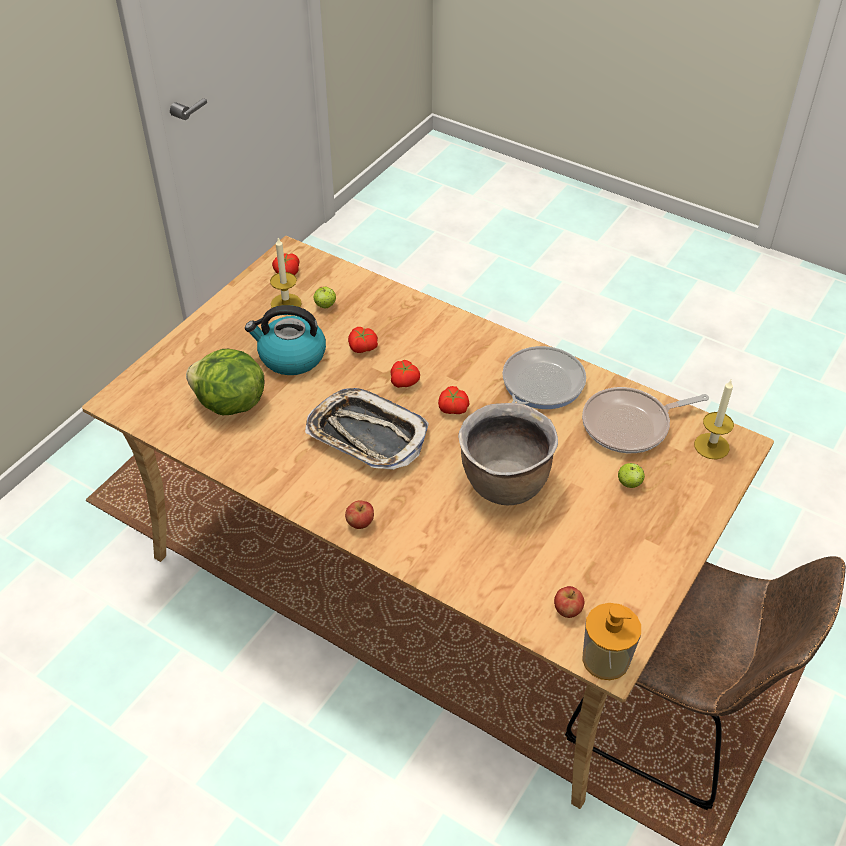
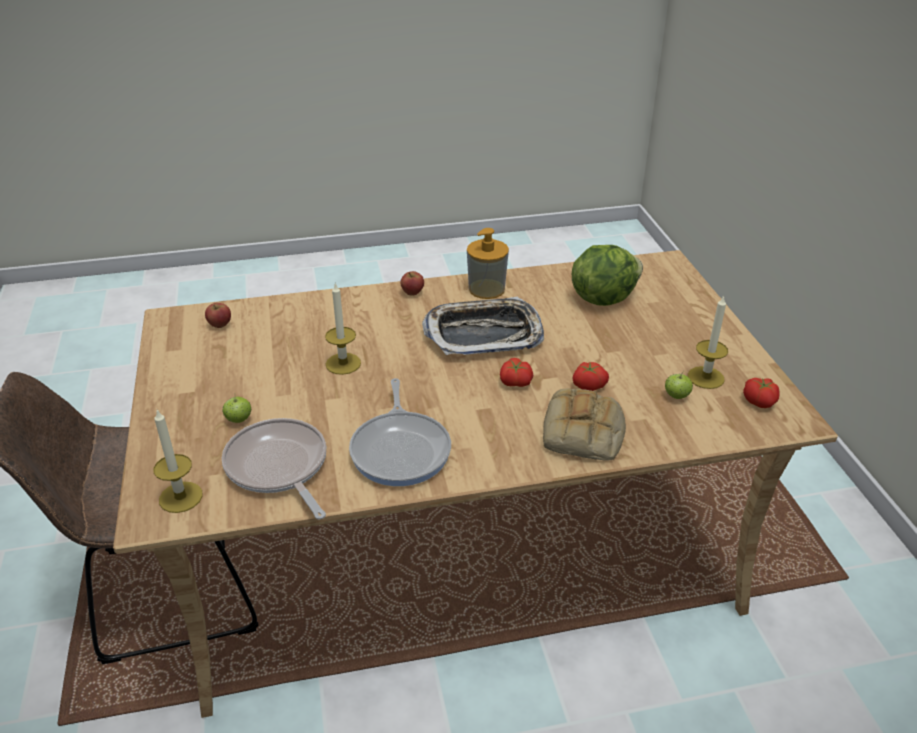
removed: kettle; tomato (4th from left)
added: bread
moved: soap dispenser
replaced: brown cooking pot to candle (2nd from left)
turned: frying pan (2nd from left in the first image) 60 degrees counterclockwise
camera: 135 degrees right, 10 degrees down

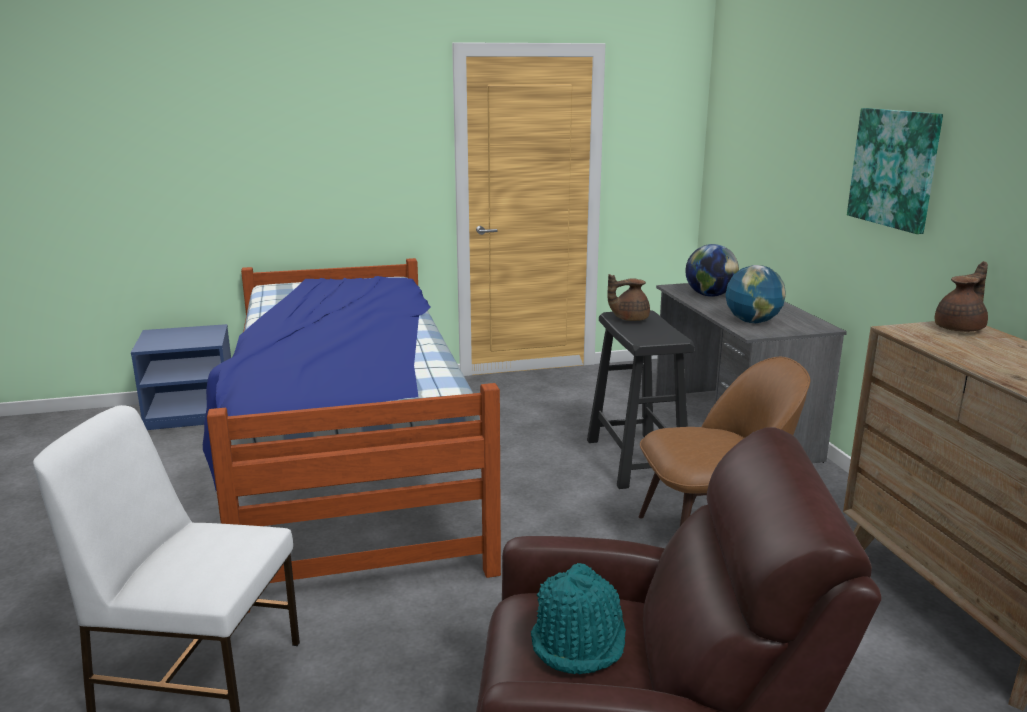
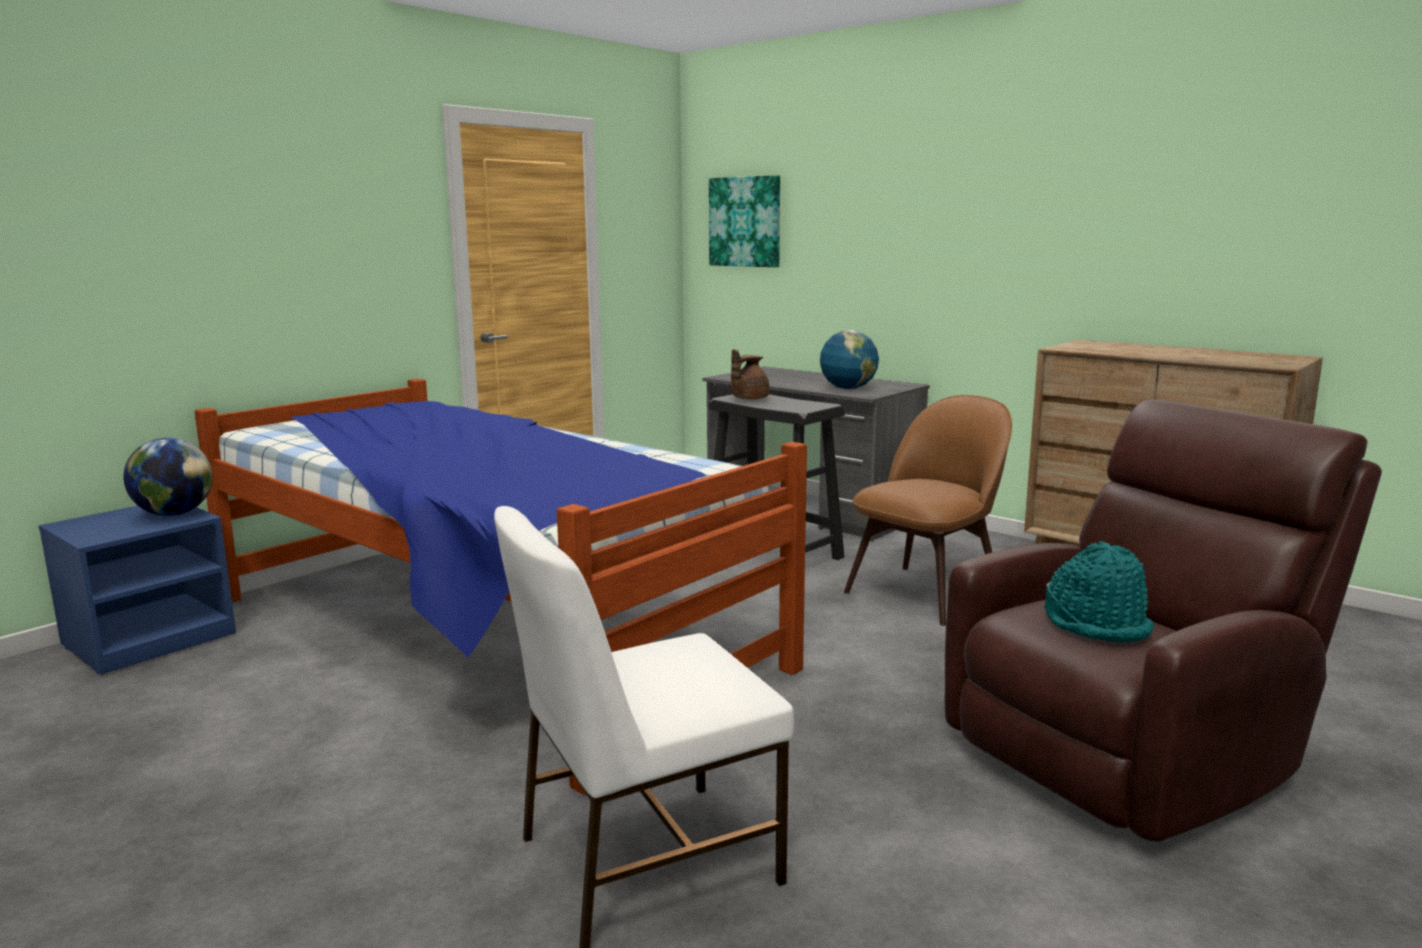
removed: brown teapot (2nd from left)
moved: picture; globe (1st from left)
camera: 35 degrees left, 5 degrees down

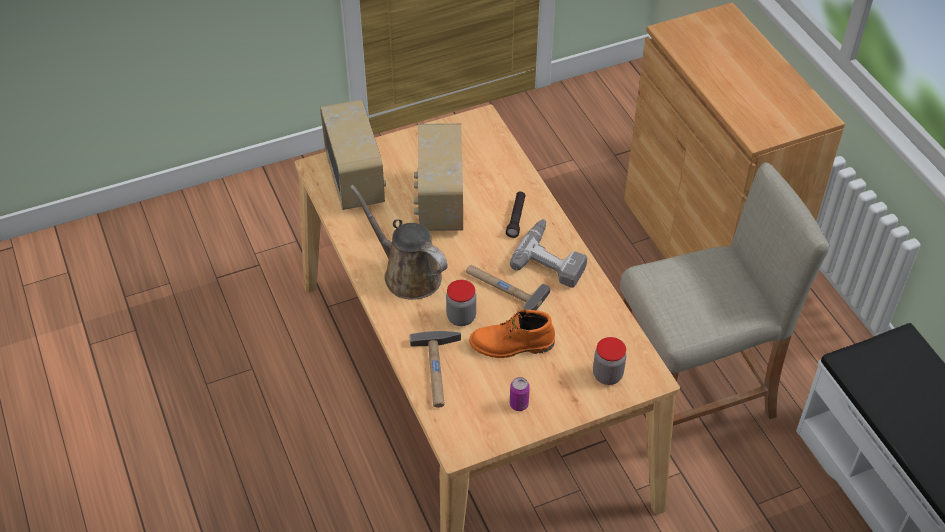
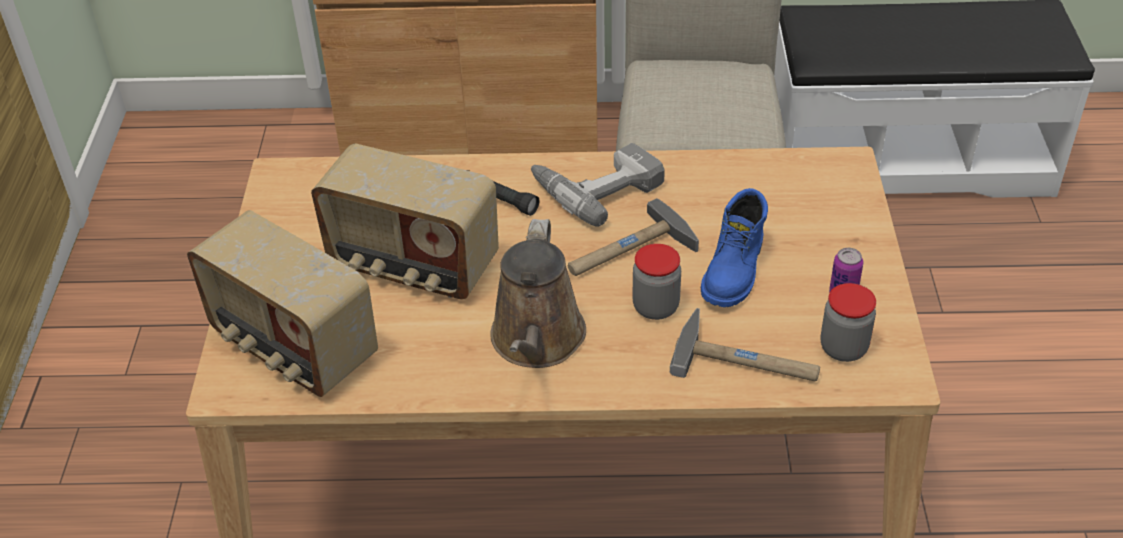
moved: jar (2nd from left)
recoloured: orange boot to blue boot
turned: radio (1st from left) 150 degrees counterclockwise; brown watering can 60 degrees counterclockwise
camera: 65 degrees left, 5 degrees down

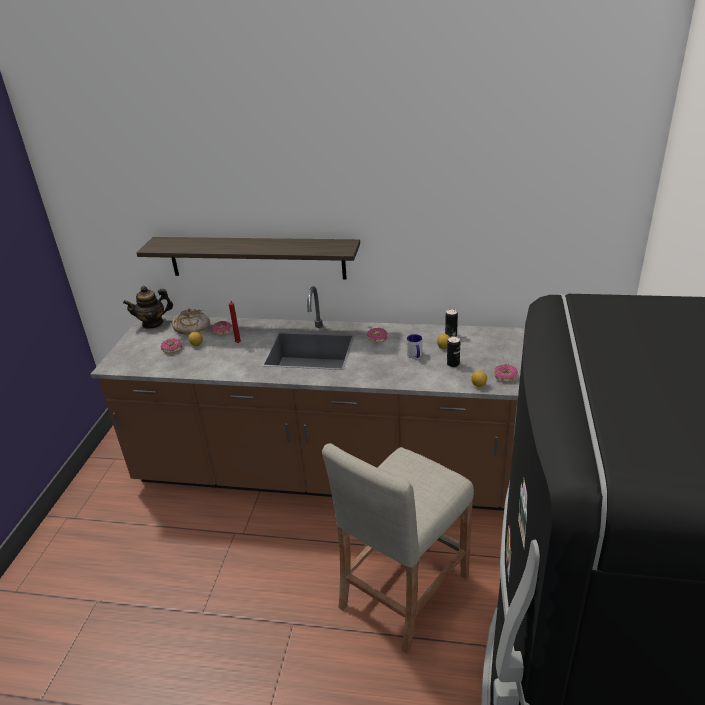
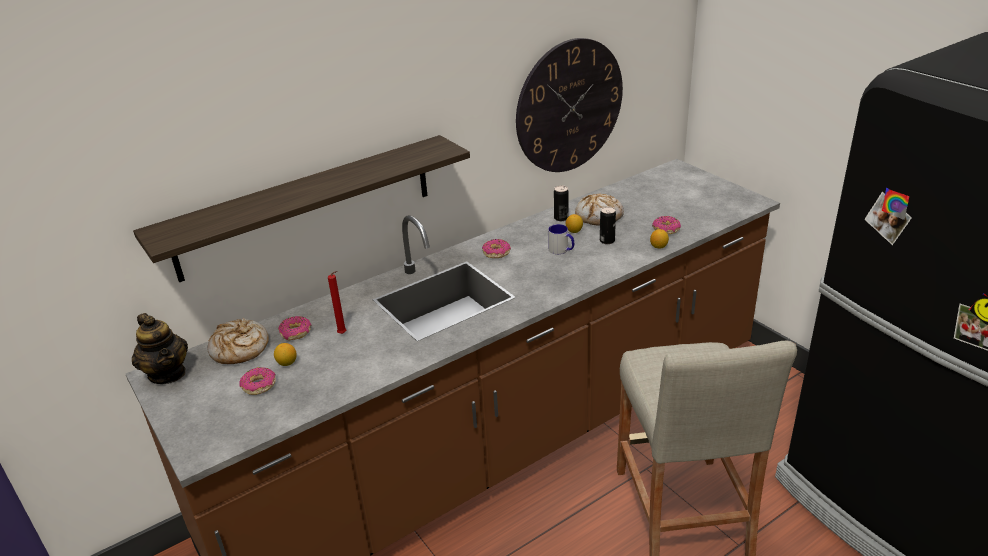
added: wall clock; bread (2nd from left)
turned: teapot 60 degrees counterclockwise
camera: 45 degrees left, 0 degrees up

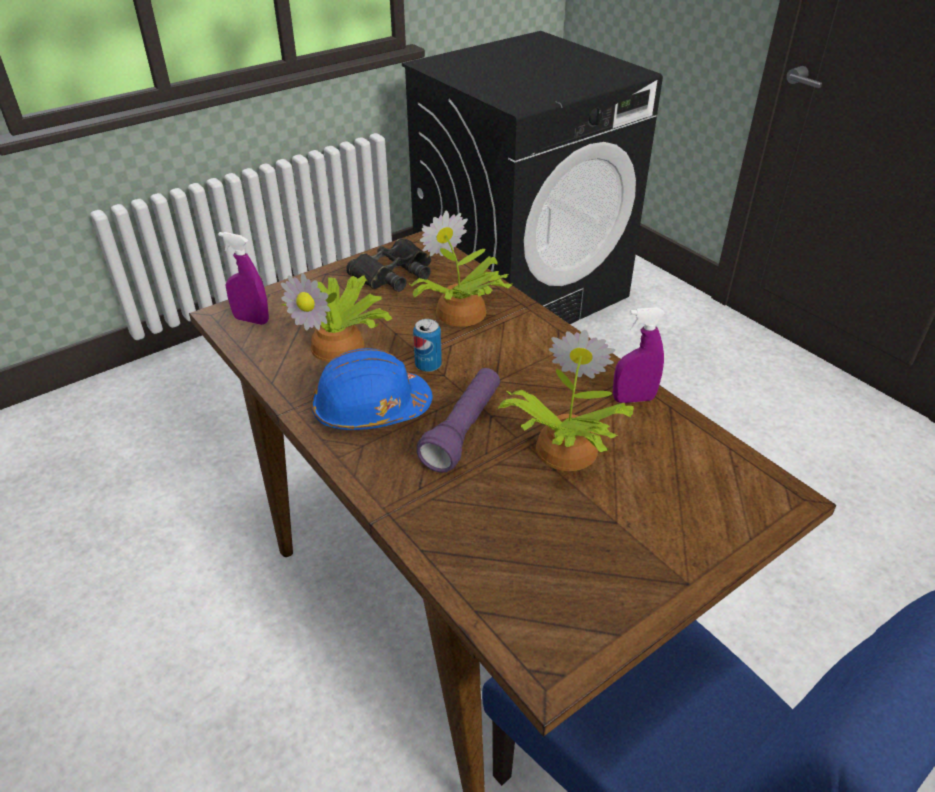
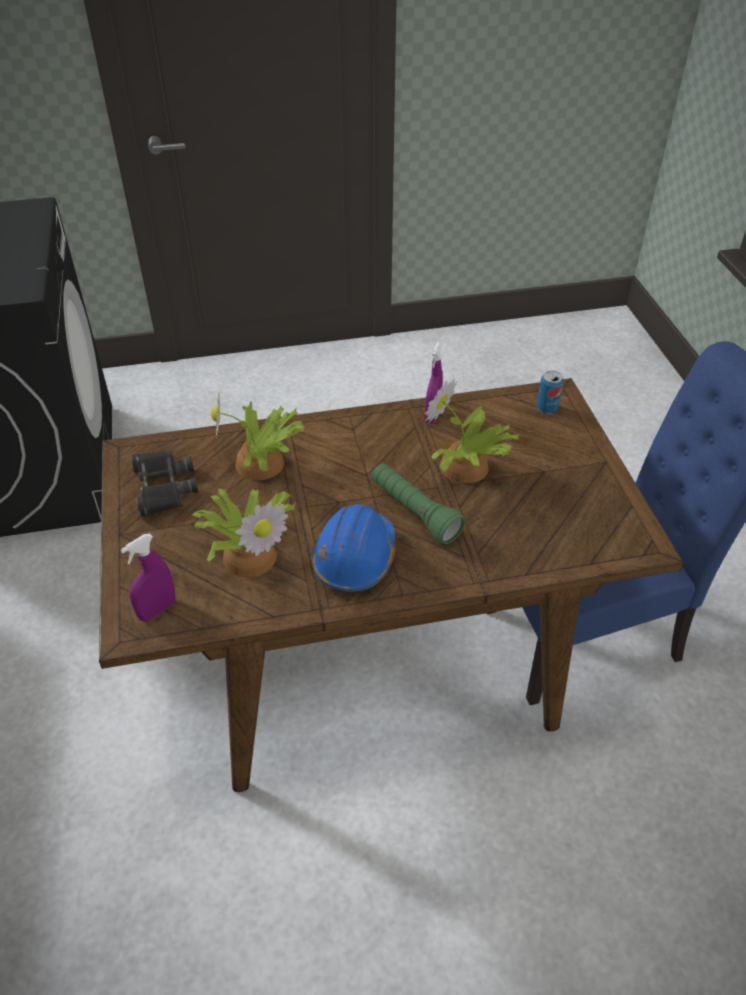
moved: can
recoloured: purple flashlight to green flashlight
camera: 65 degrees left, 5 degrees up

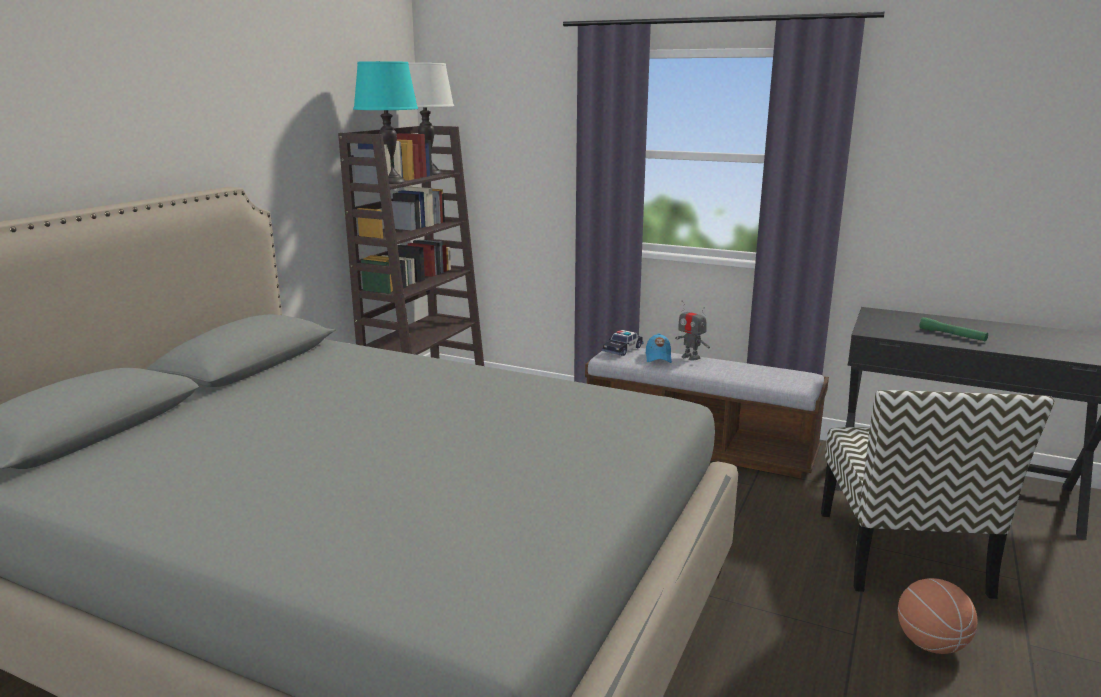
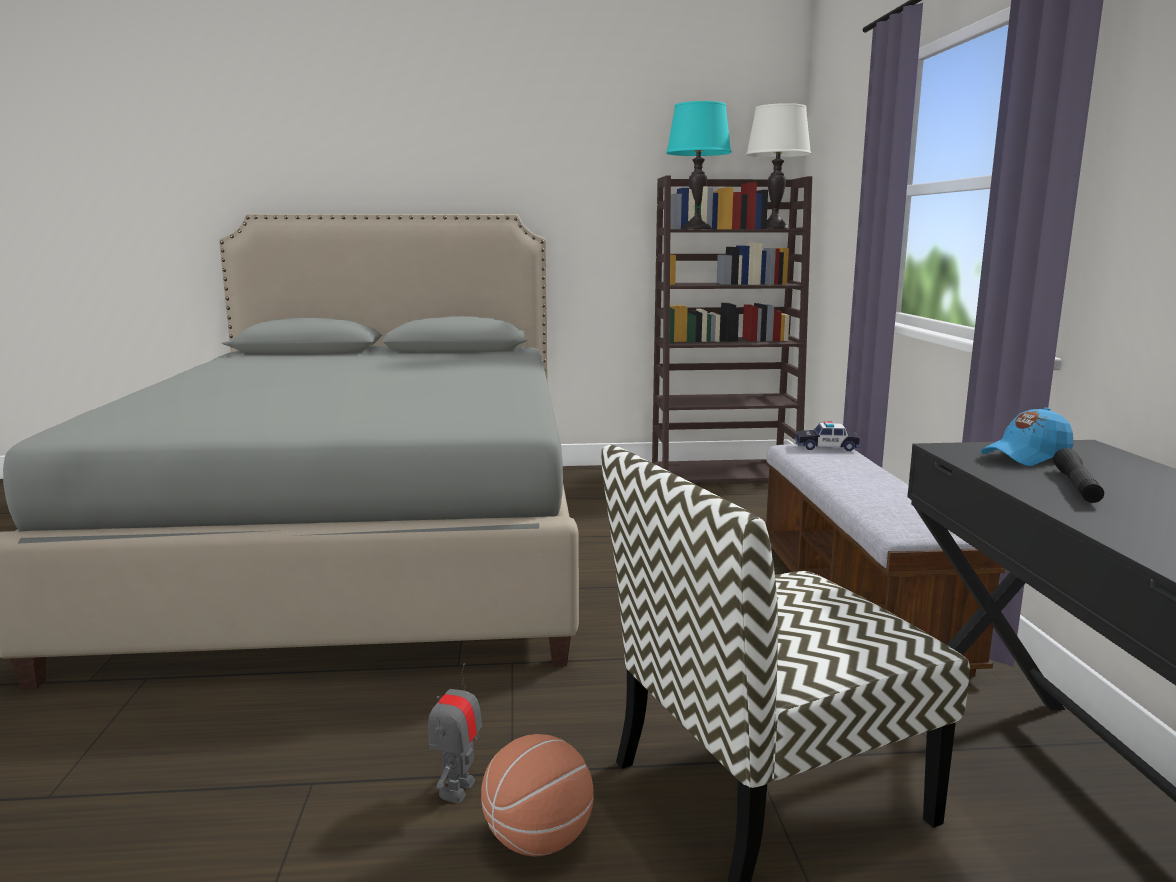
moved: toy robot; blue cap
recoloured: green flashlight to black flashlight
camera: 60 degrees right, 5 degrees down

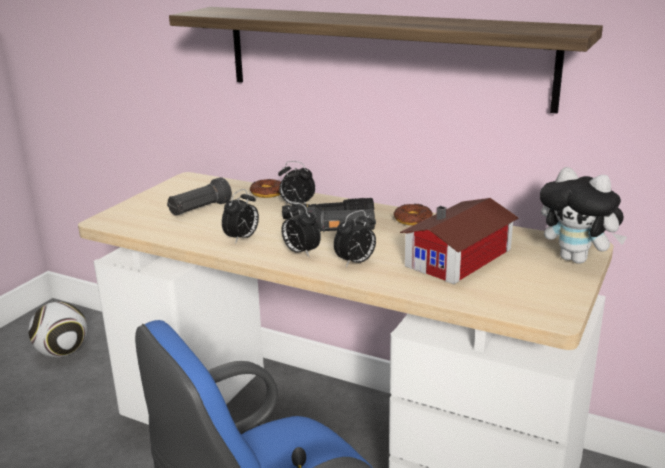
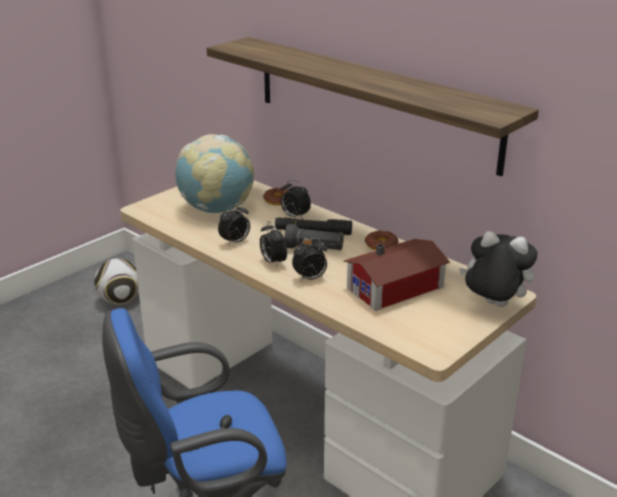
replaced: black flashlight (1st from left) to globe
turned: plush toy 150 degrees clockwise
camera: 15 degrees right, 5 degrees up

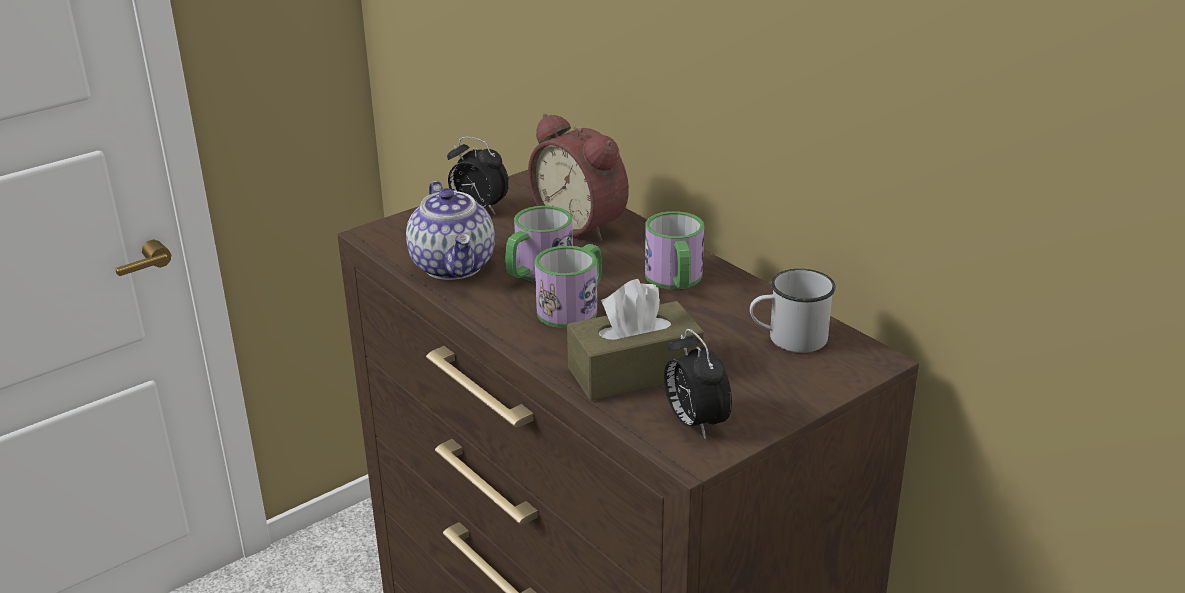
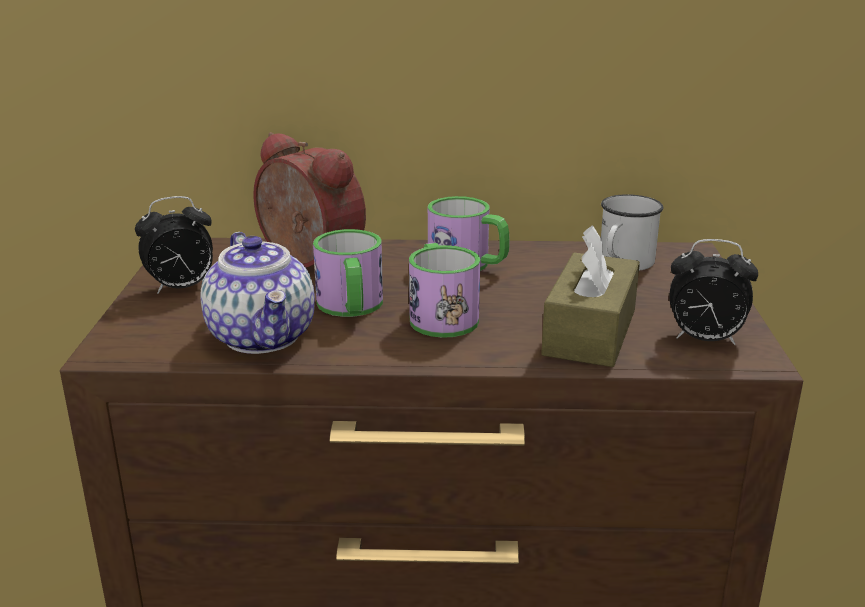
turned: alarm clock (2nd from left) 135 degrees counterclockwise; teapot 45 degrees clockwise
camera: 50 degrees left, 5 degrees down

